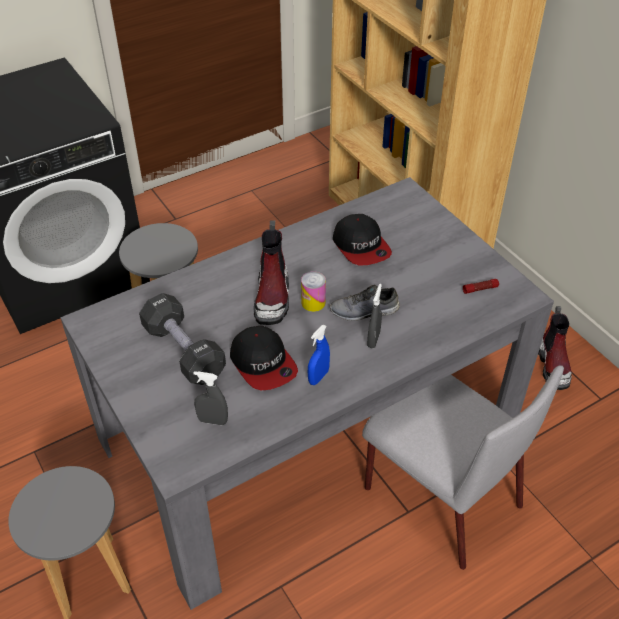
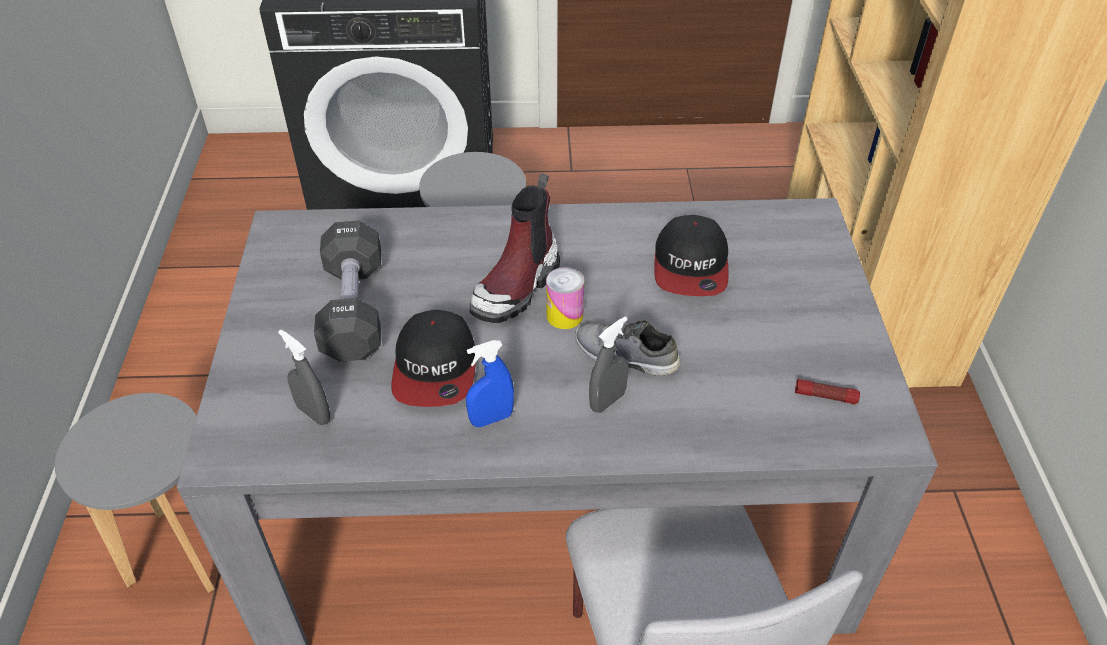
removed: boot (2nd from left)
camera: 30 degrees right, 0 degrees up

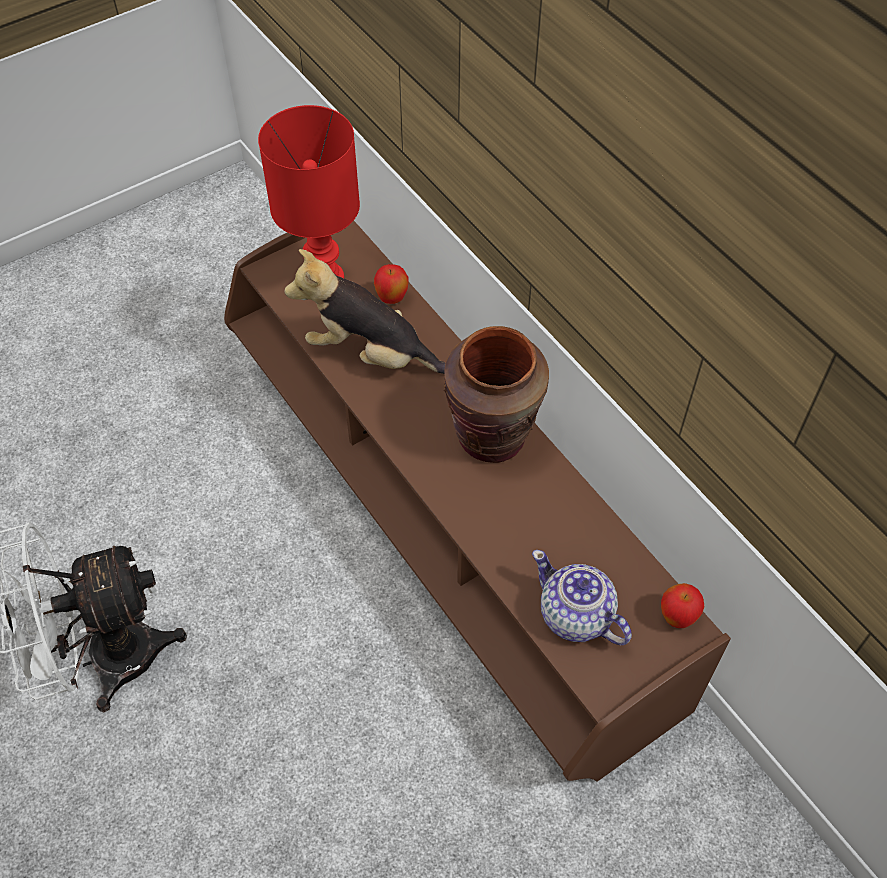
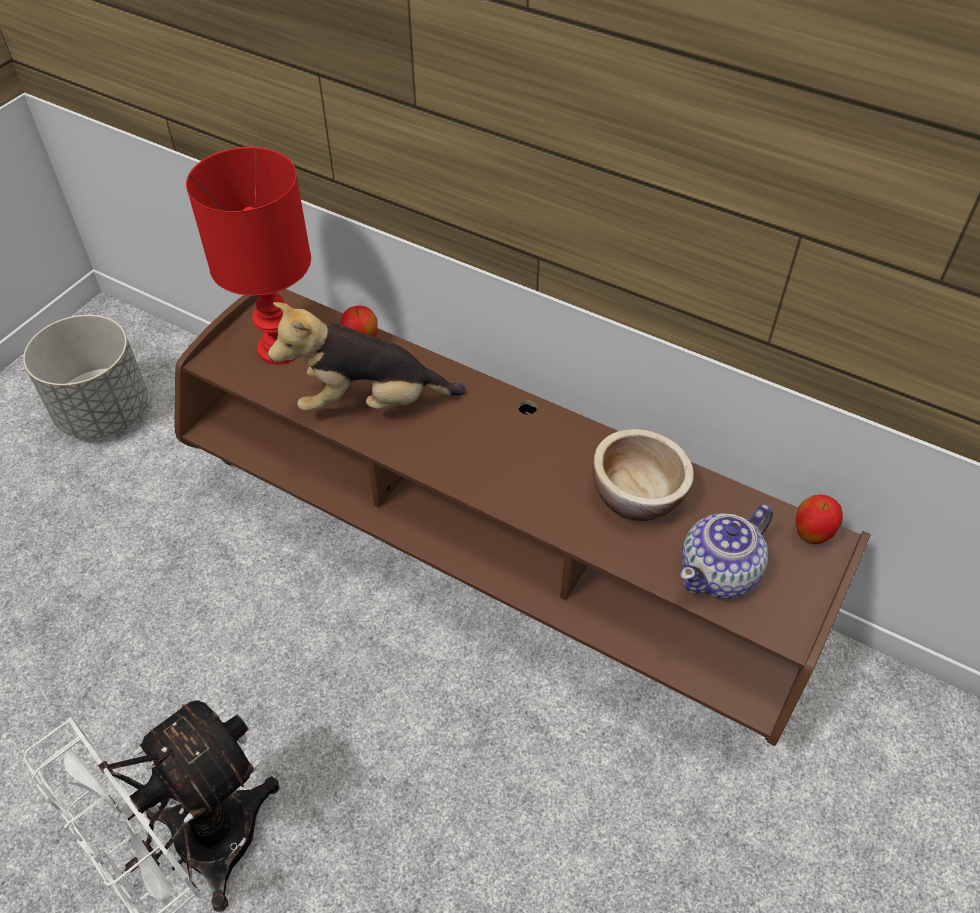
removed: brown vase
added: grey planter; bowl
turned: teapot 60 degrees counterclockwise
camera: 25 degrees left, 5 degrees down

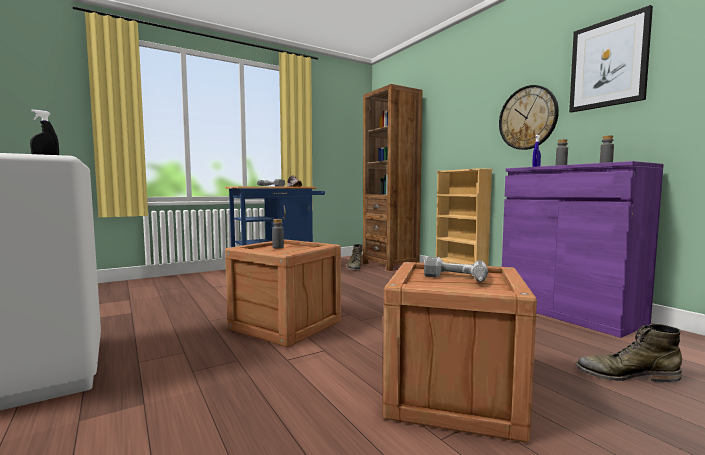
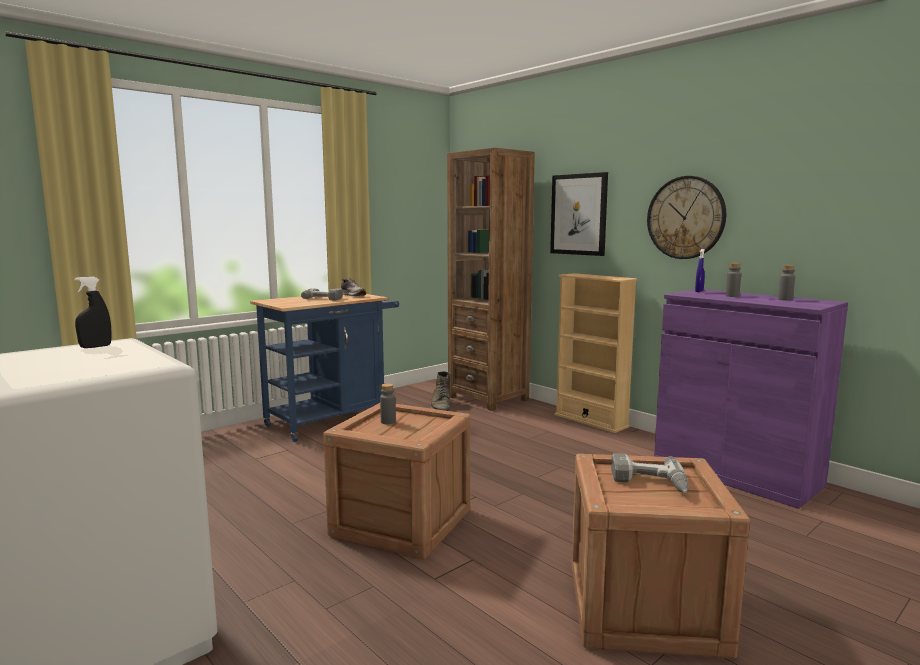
removed: green boot (2nd from left)
moved: picture
camera: 10 degrees left, 5 degrees up

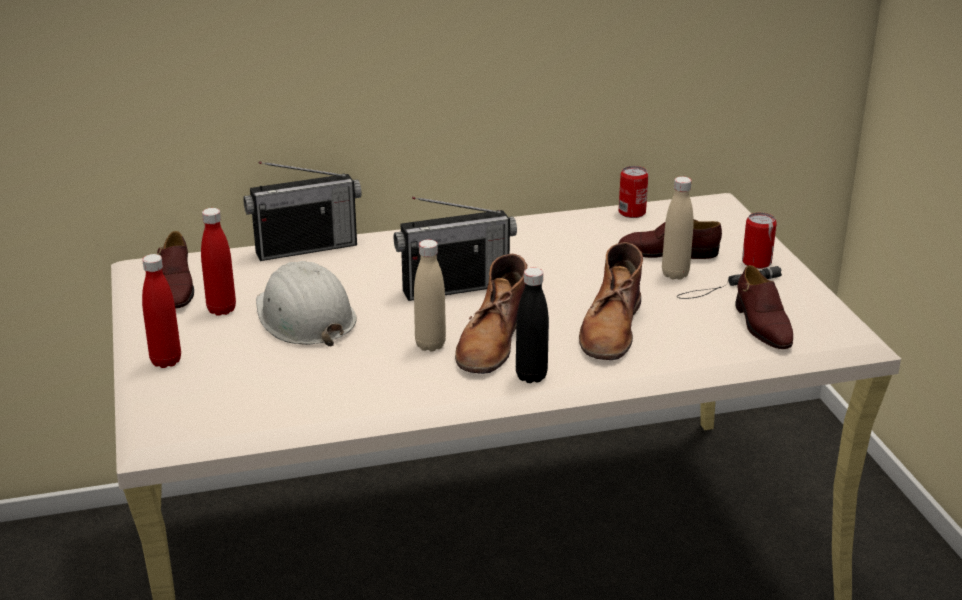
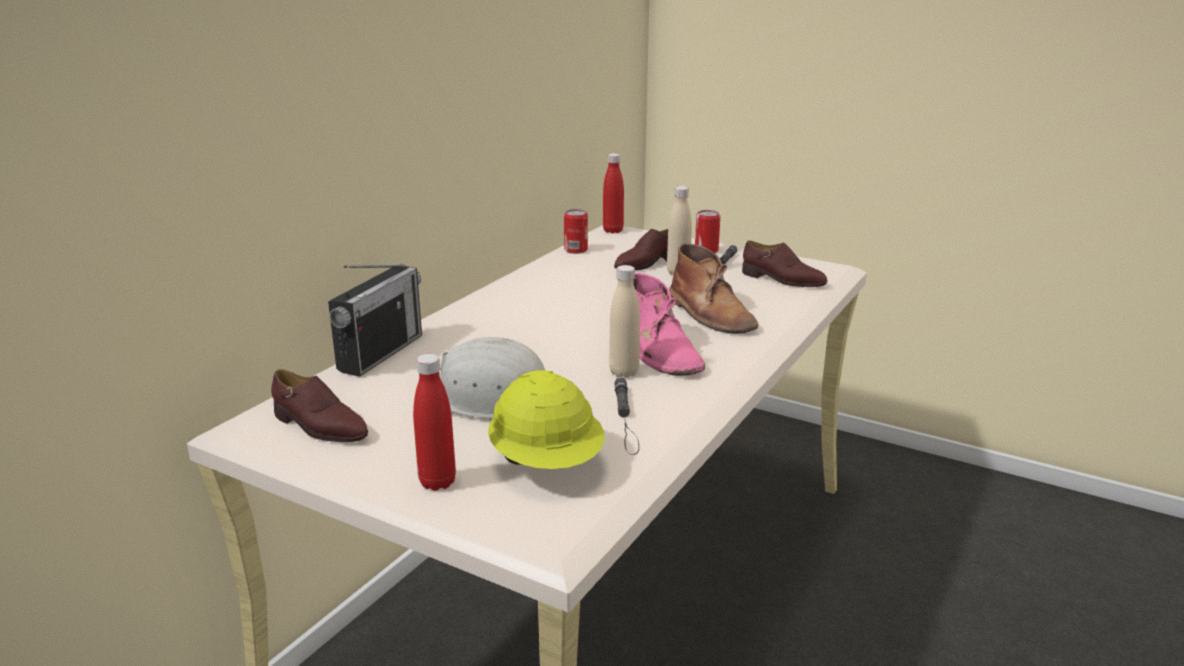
removed: radio (2nd from left); black bottle
added: yellow hard hat; black flashlight (1st from left)
moved: red bottle (2nd from left)
recoloured: brown boot (1st from left) to pink boot
camera: 45 degrees left, 5 degrees down

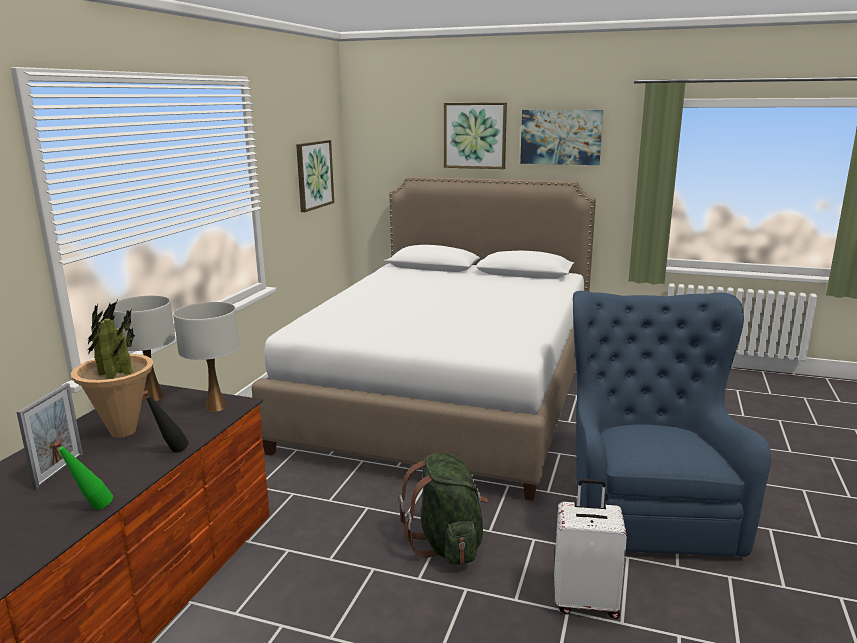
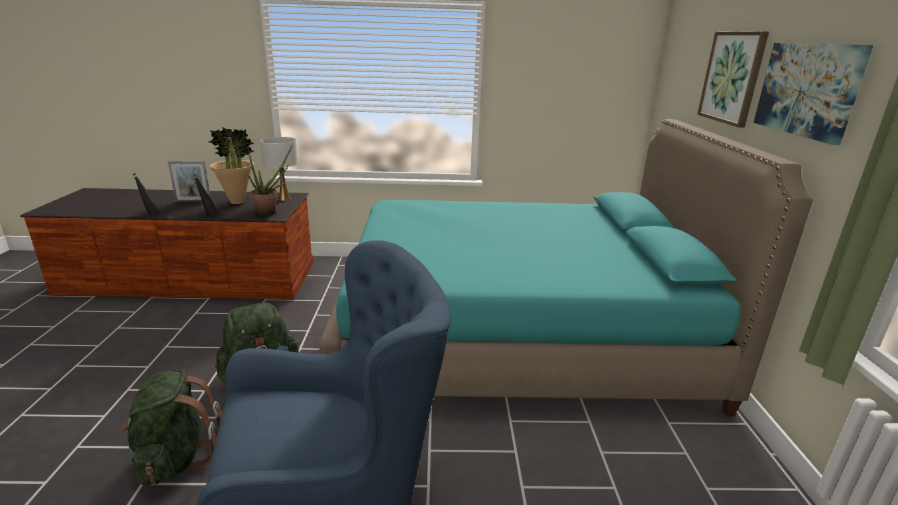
removed: picture (1st from left)
replaced: white table lamp (2nd from left) to potted plant (2nd from left); white suitcase to green backpack (1st from left)
recoloured: white bed to turquoise bed; green bottle to black bottle (1st from left)
camera: 70 degrees right, 5 degrees up

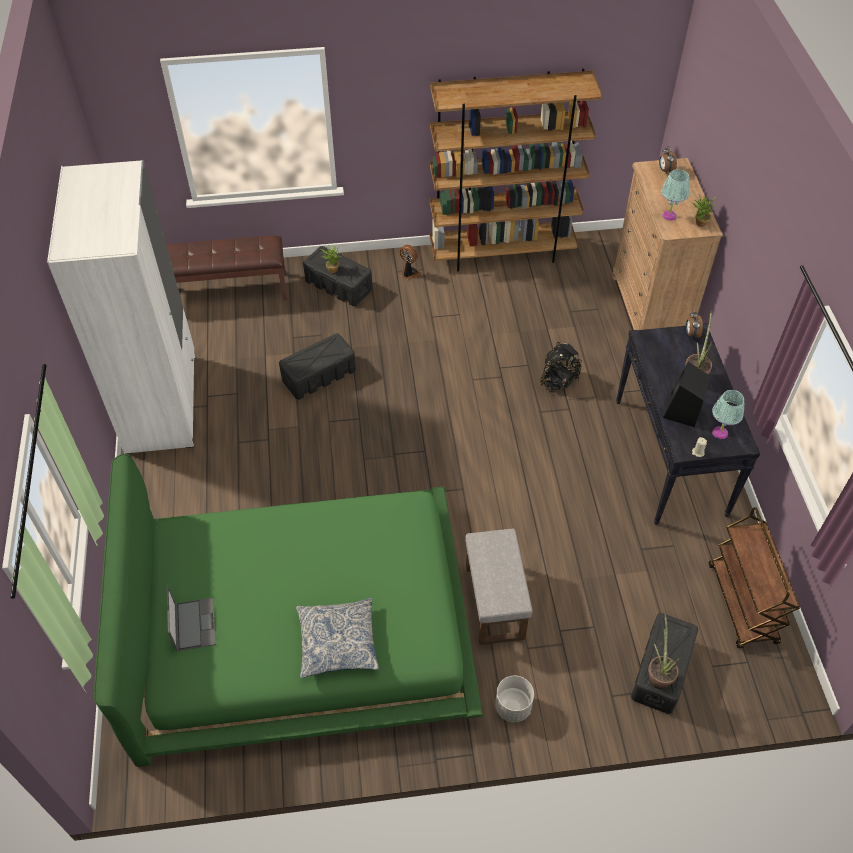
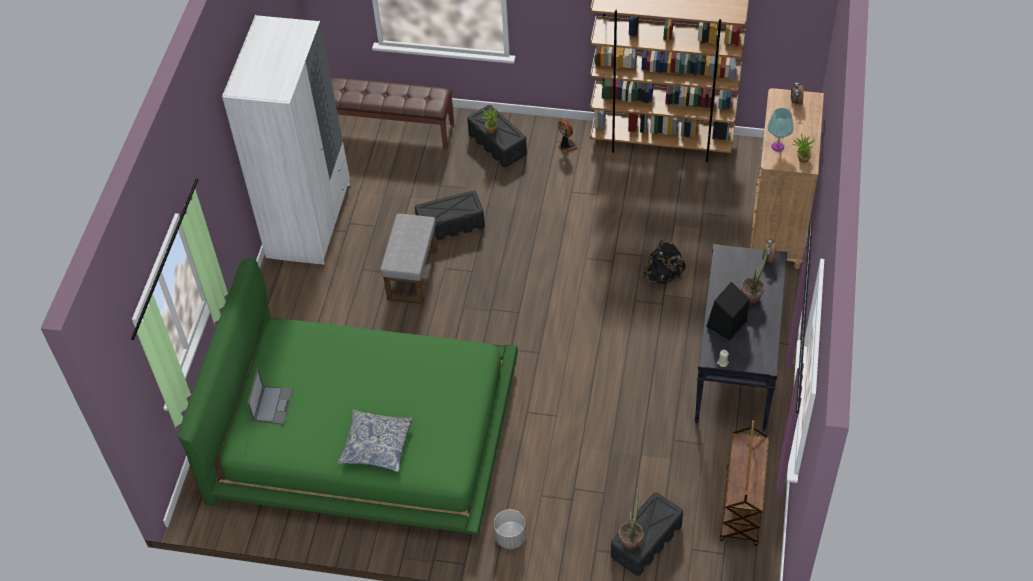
removed: turquoise table lamp (2nd from left)
moved: grey ottoman
camera: 20 degrees right, 0 degrees up

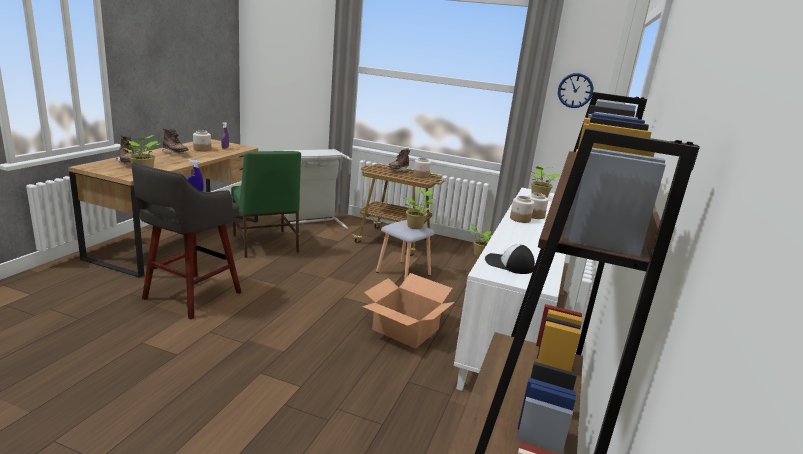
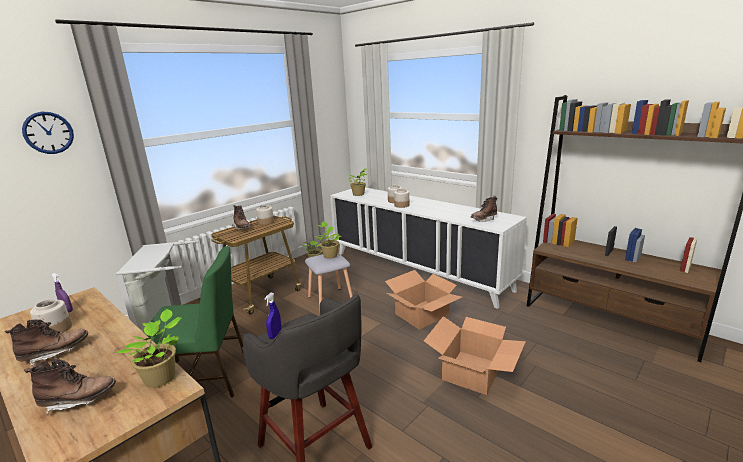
added: cardboard box (2nd from left)
moved: wall clock
replaced: cap to brown boot (4th from left)
camera: 65 degrees left, 0 degrees up

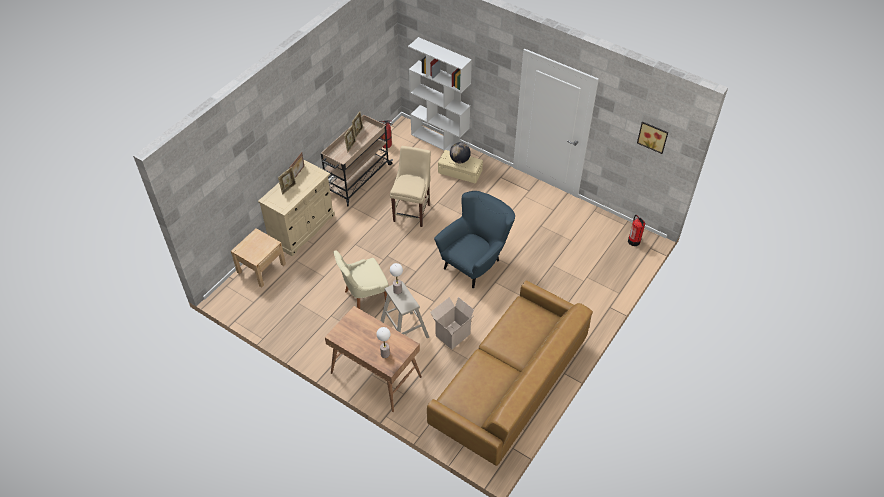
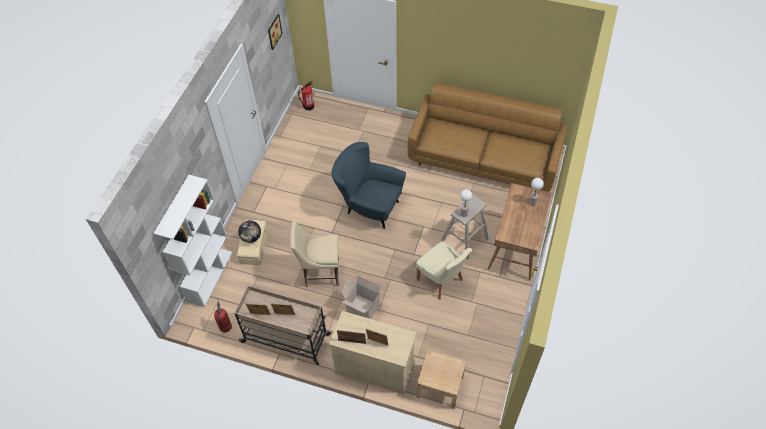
moved: cardboard box
camera: 105 degrees left, 5 degrees up

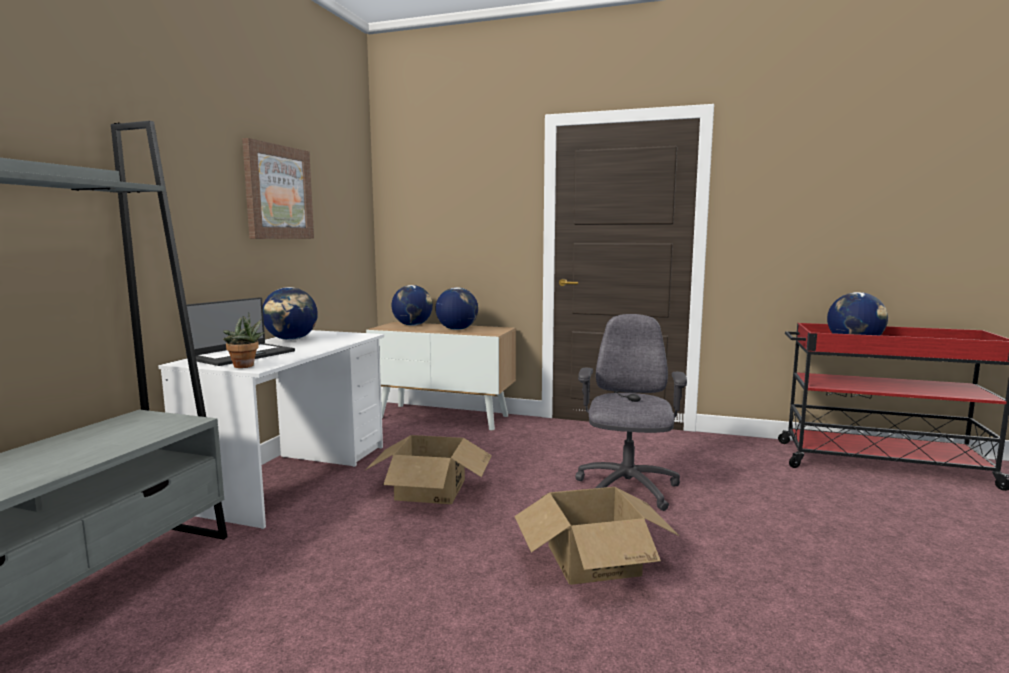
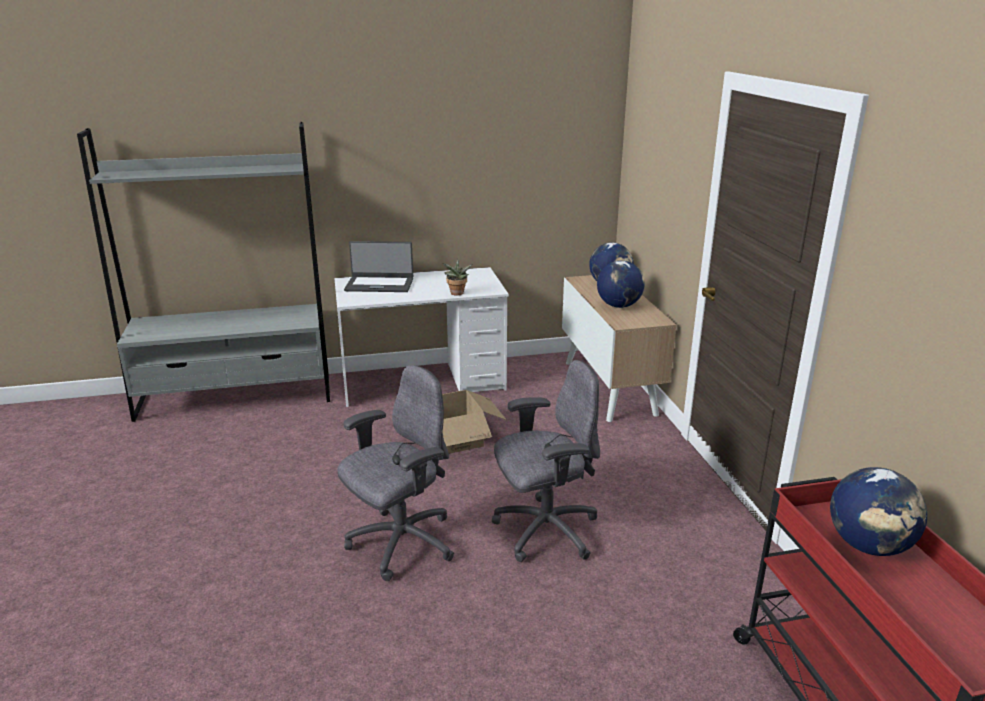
removed: picture; globe (1st from left)
moved: potted plant
replaced: cardboard box (2nd from left) to grey office chair (1st from left)
camera: 60 degrees right, 15 degrees up

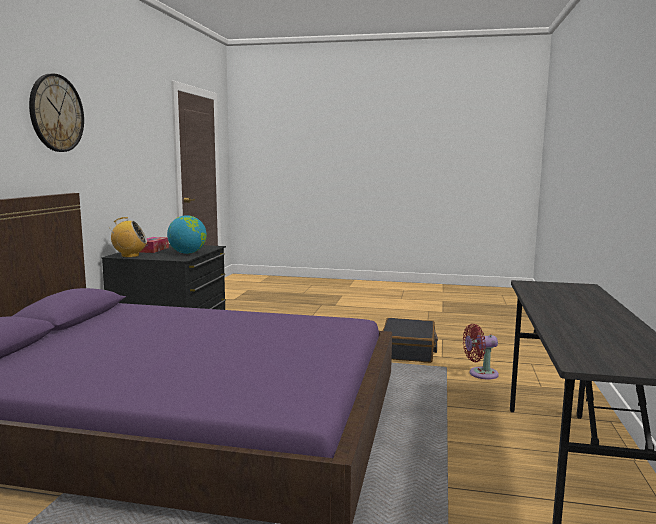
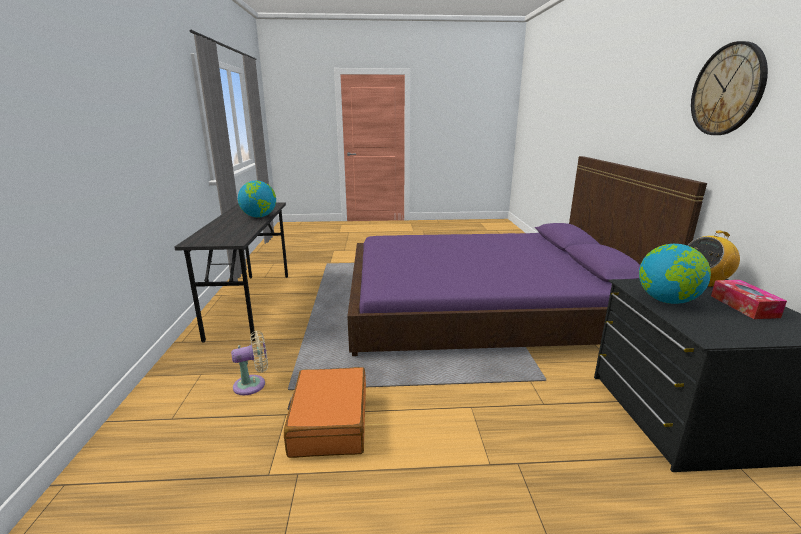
added: globe (1st from left)
recoloured: black suitcase to orange suitcase; red fan to beige fan
camera: 165 degrees right, 10 degrees up

